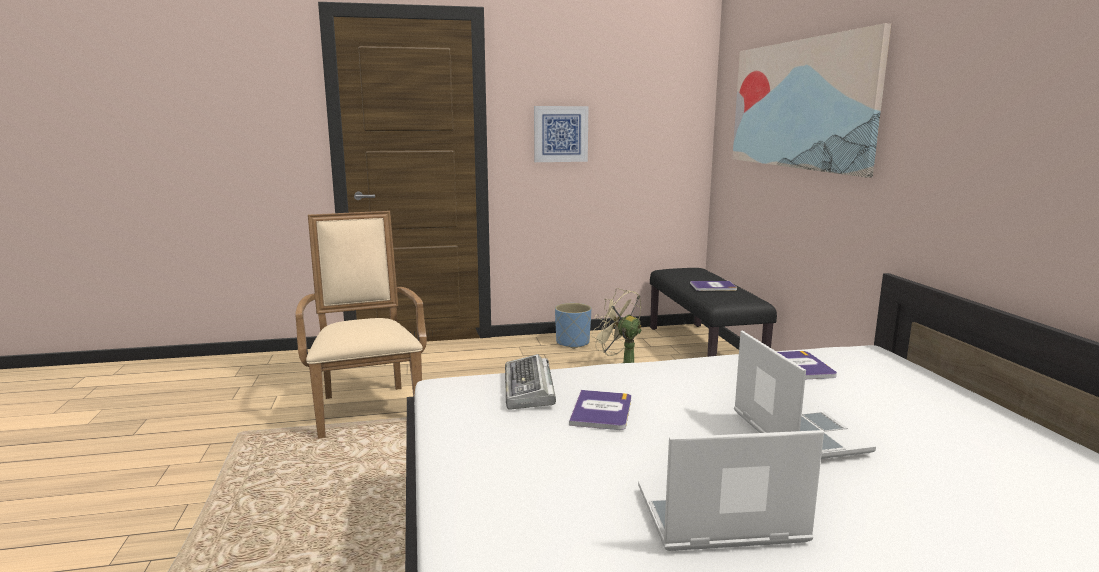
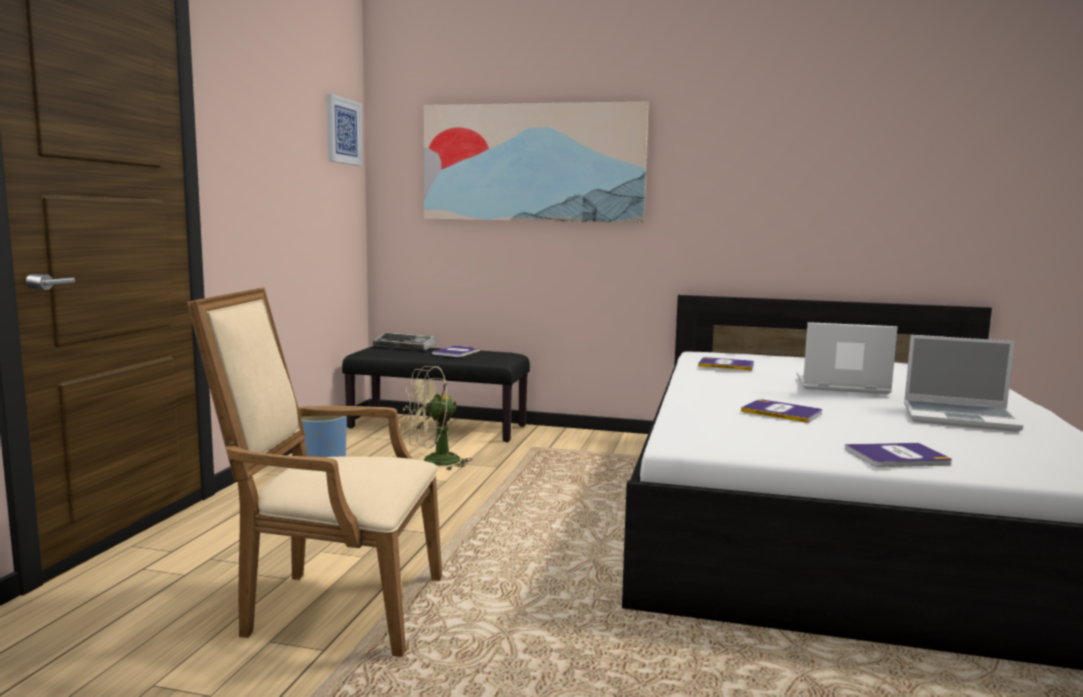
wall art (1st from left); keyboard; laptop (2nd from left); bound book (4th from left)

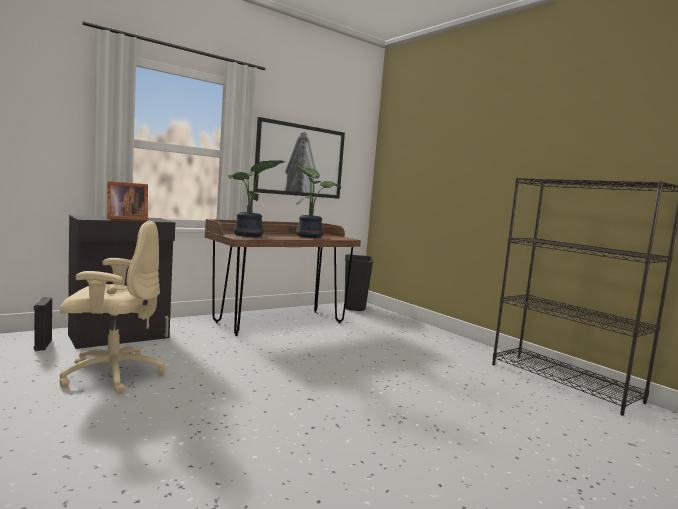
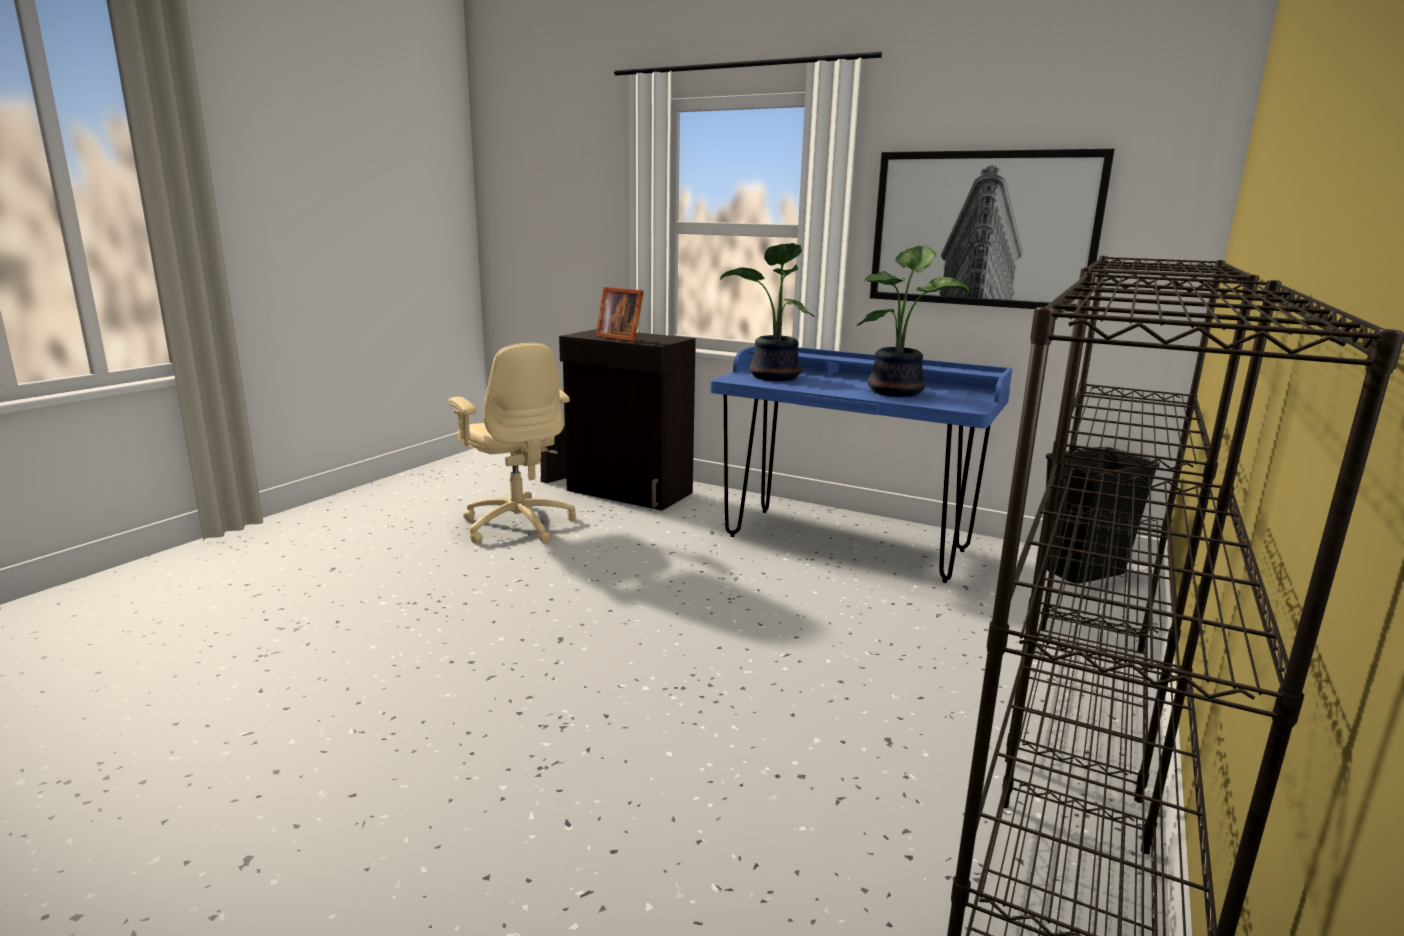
desk (blue-coloured); bookshelf (black-coloured) (1st from left)

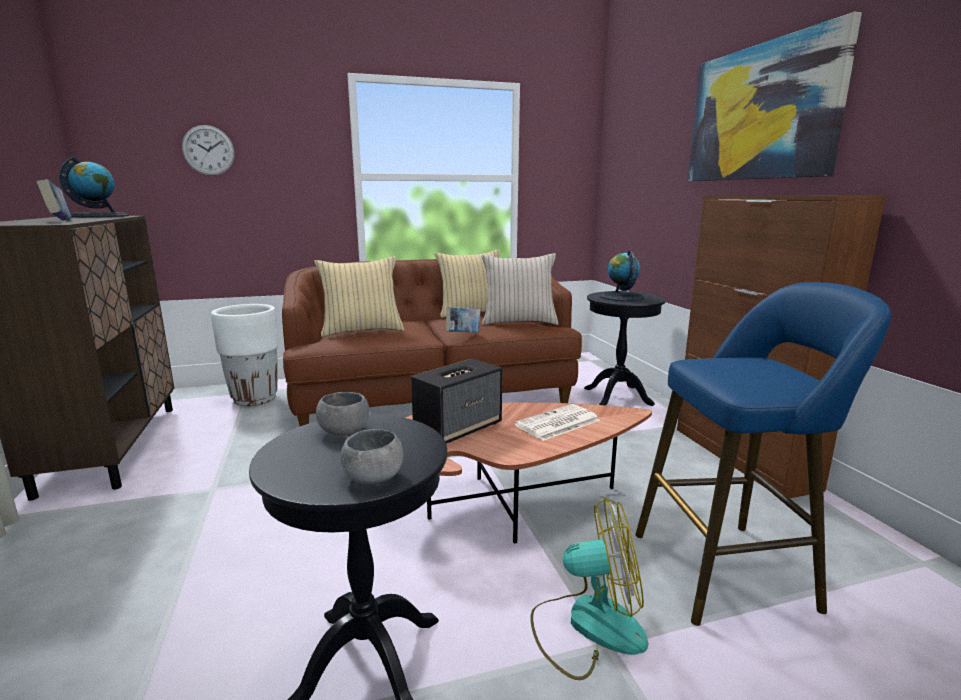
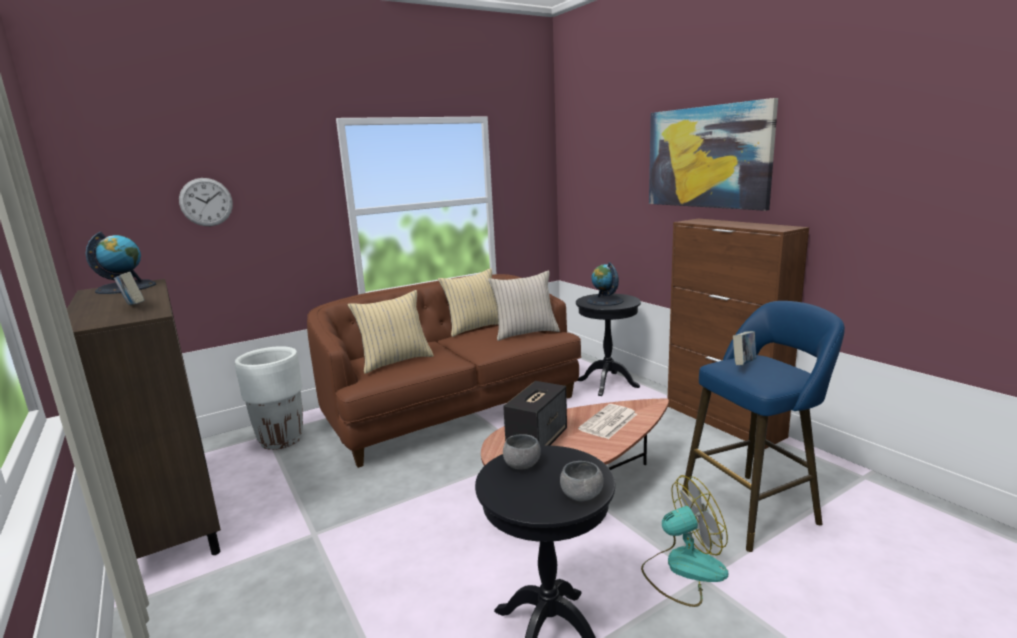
bound book (2nd from left)

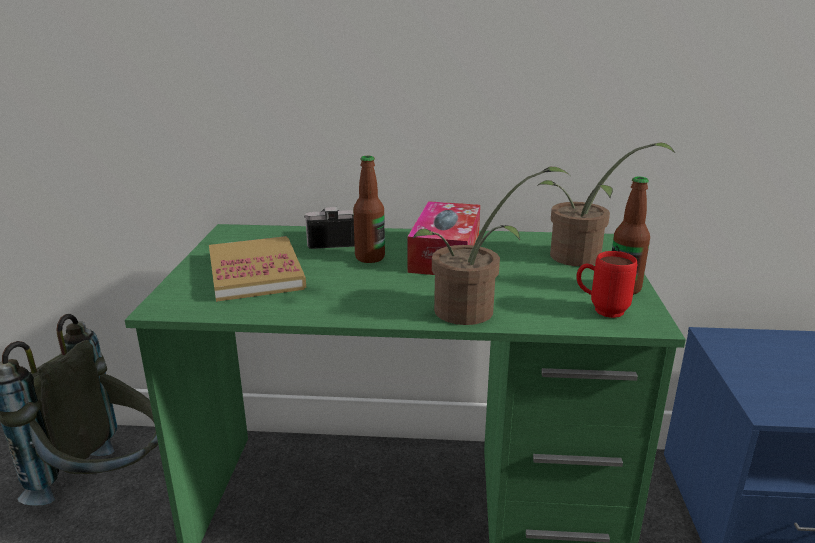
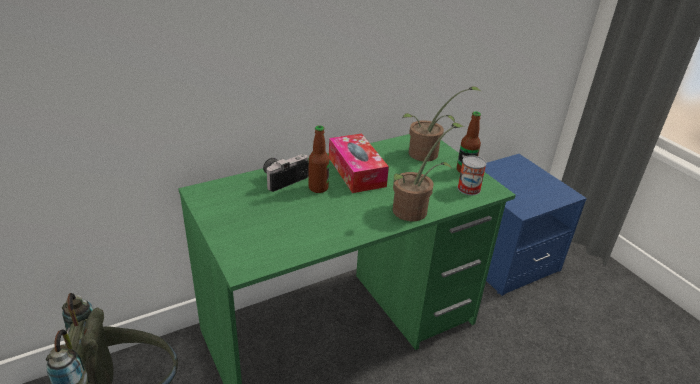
bound book; sealed can

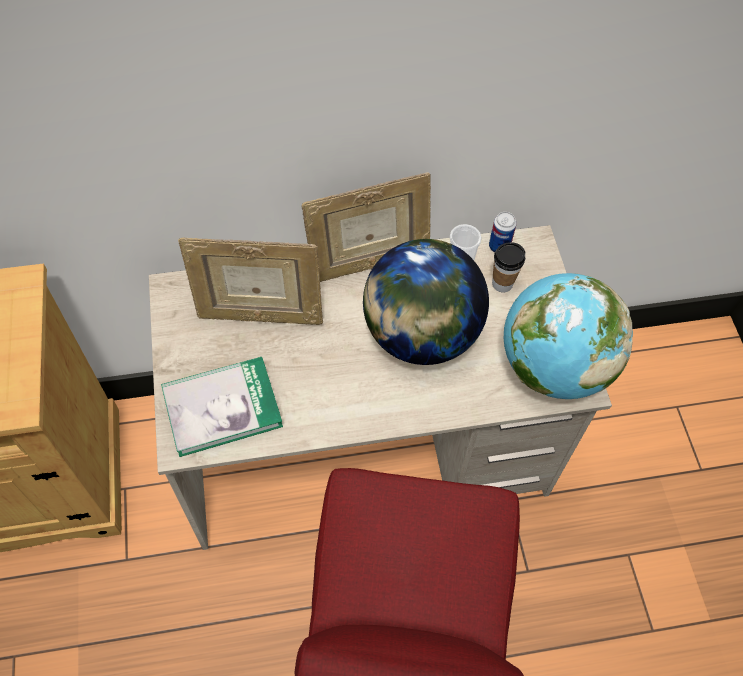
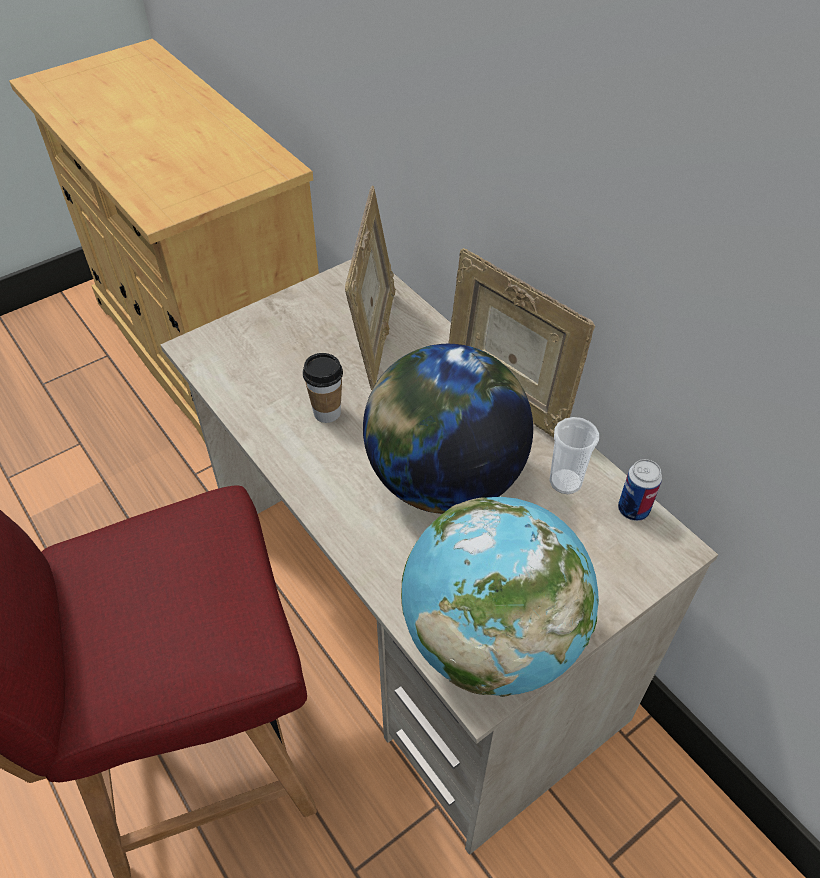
standing frame (1st from left); small cup (1st from left); bound book

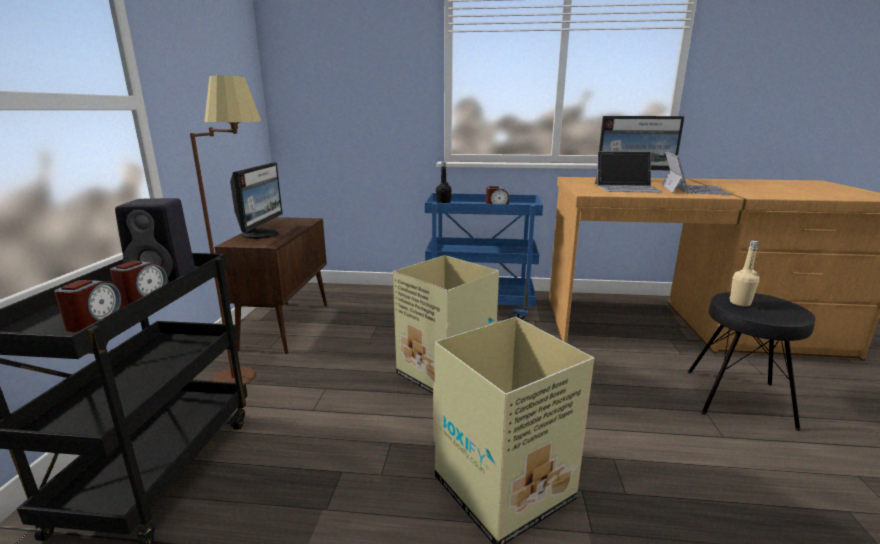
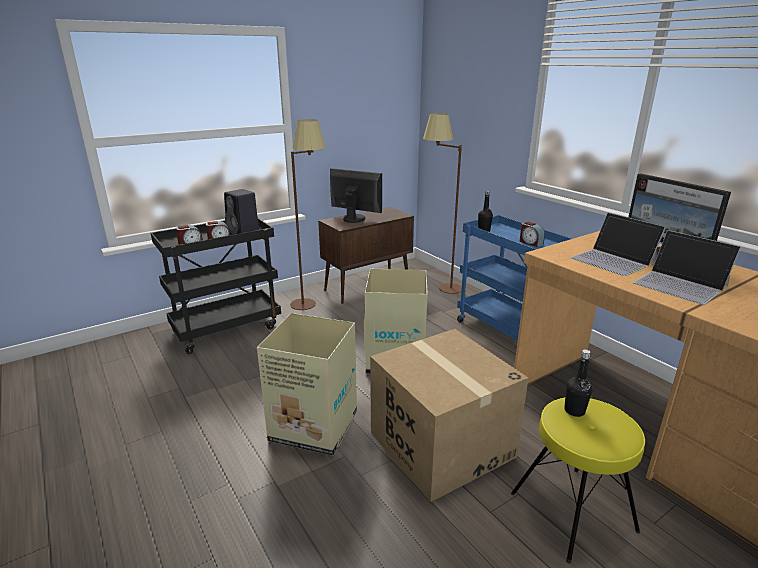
laptop (2nd from left); computer screen (1st from left); beverage bottle (black-coloured) (2nd from left); sitting stool (yellow-coloured); standard lamp (brown) (2nd from left); carton (3rd from left)

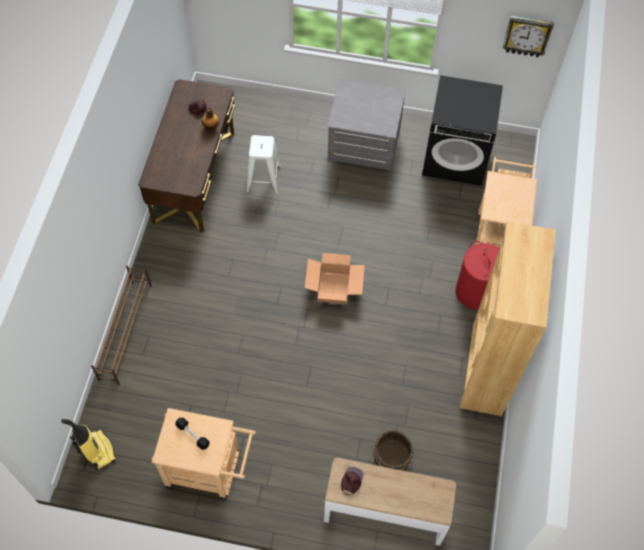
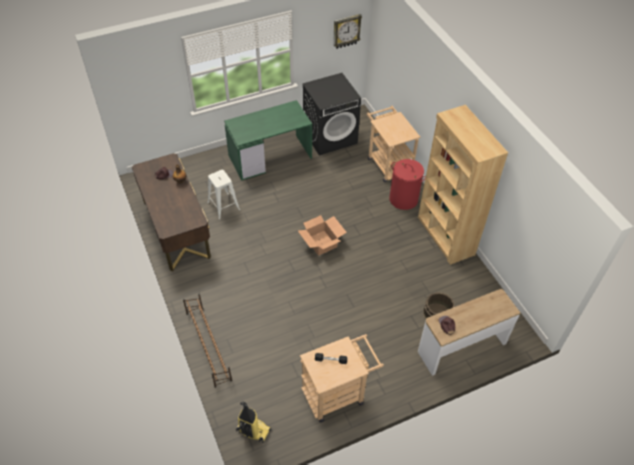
desk (greenish)

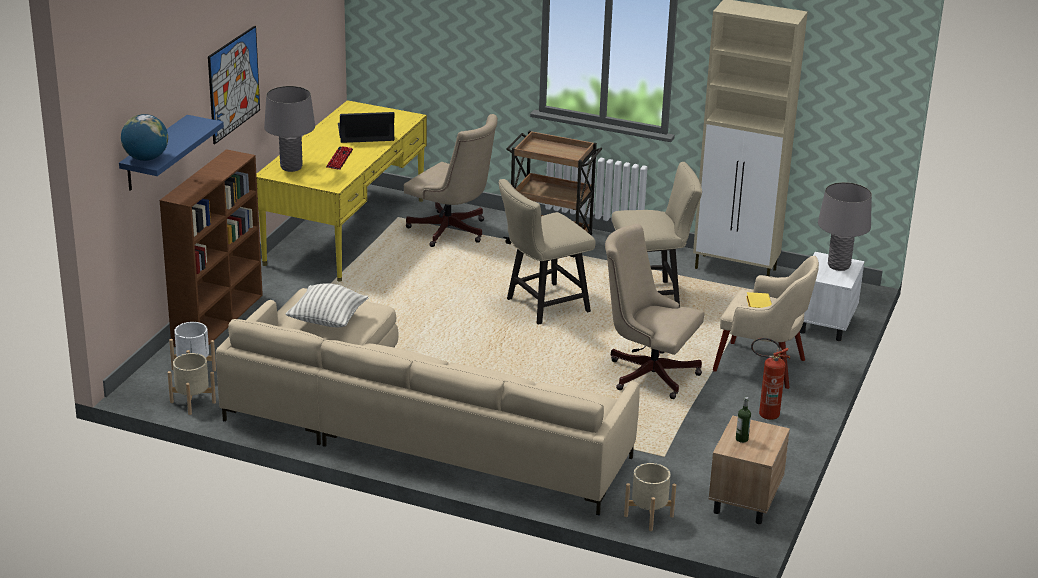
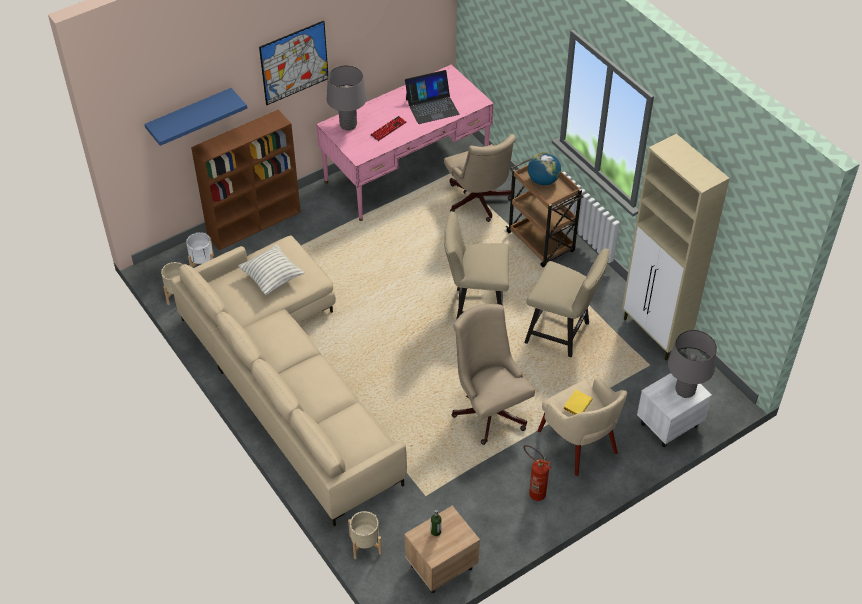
desk (pinkish); laptop; globe

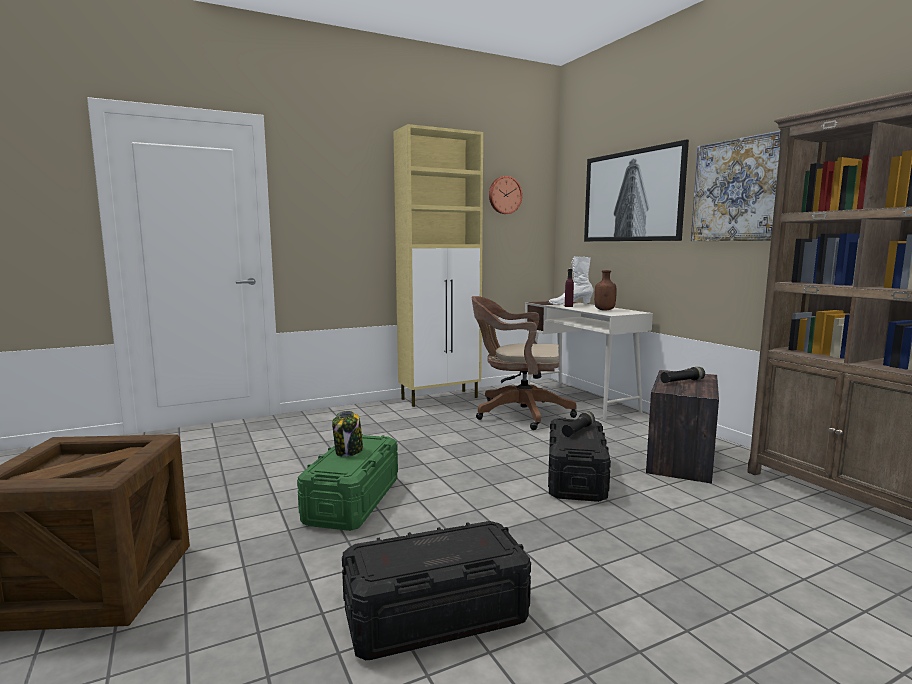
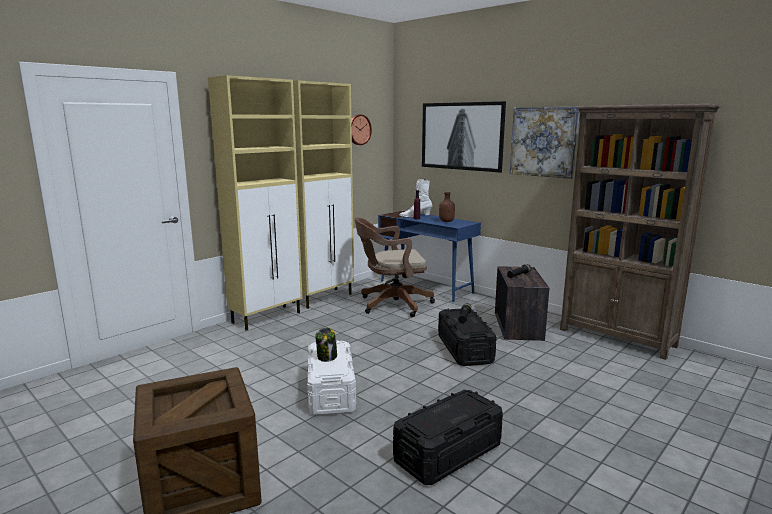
desk (blue-coloured); storage box (white-coloured); cabinet (beige-coloured) (1st from left)

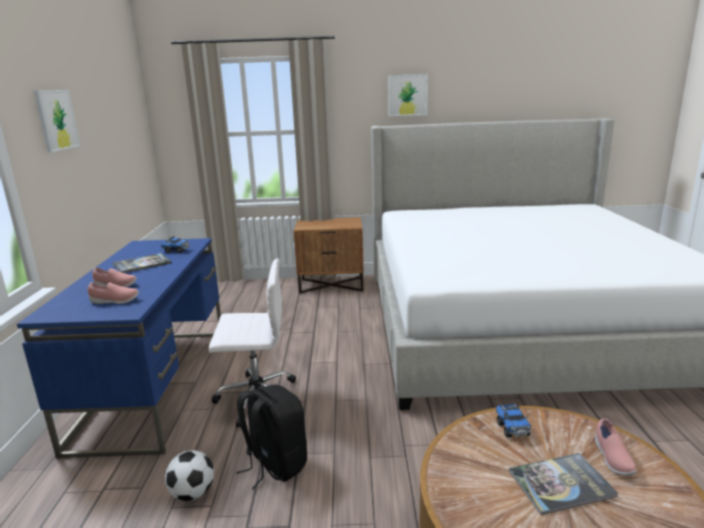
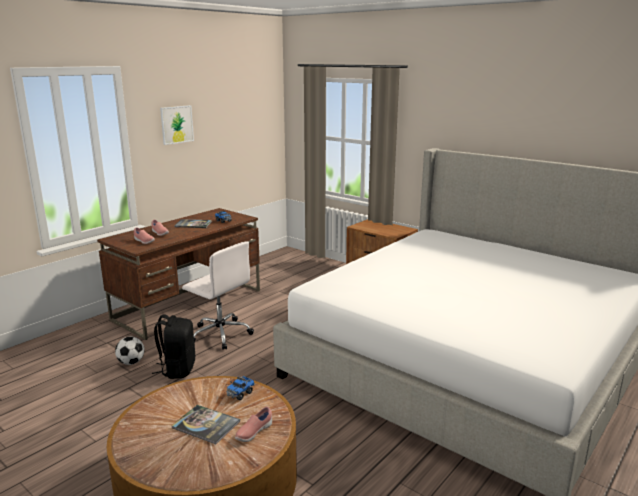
wall art (2nd from left in the first image); desk (brown)

